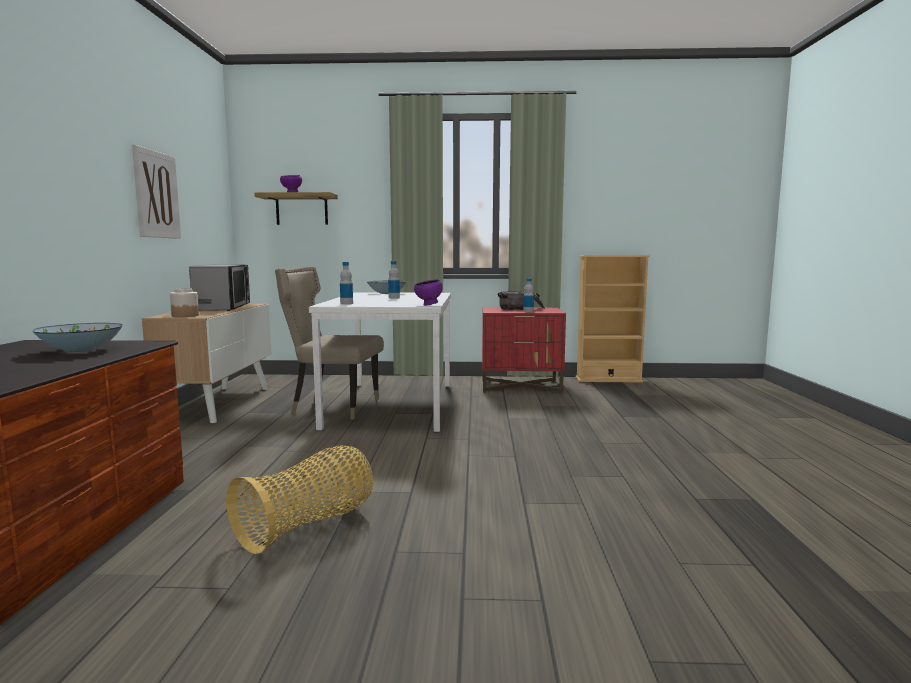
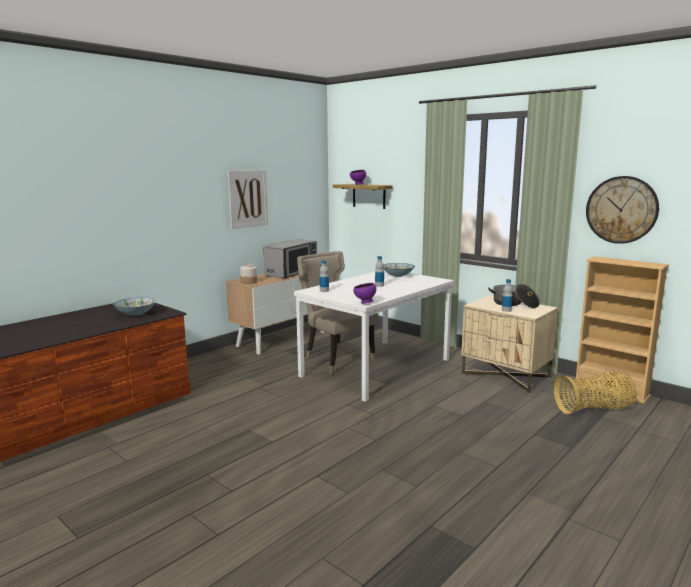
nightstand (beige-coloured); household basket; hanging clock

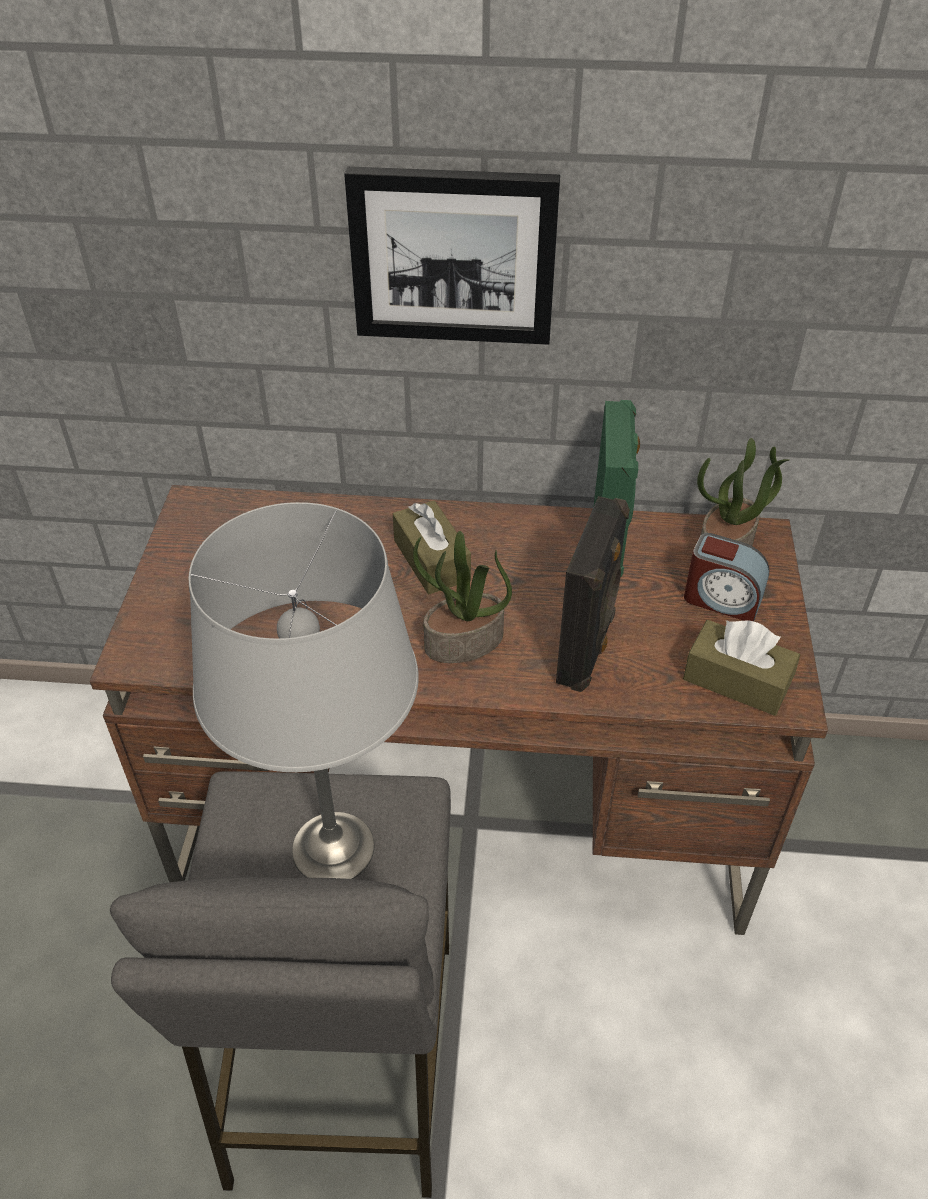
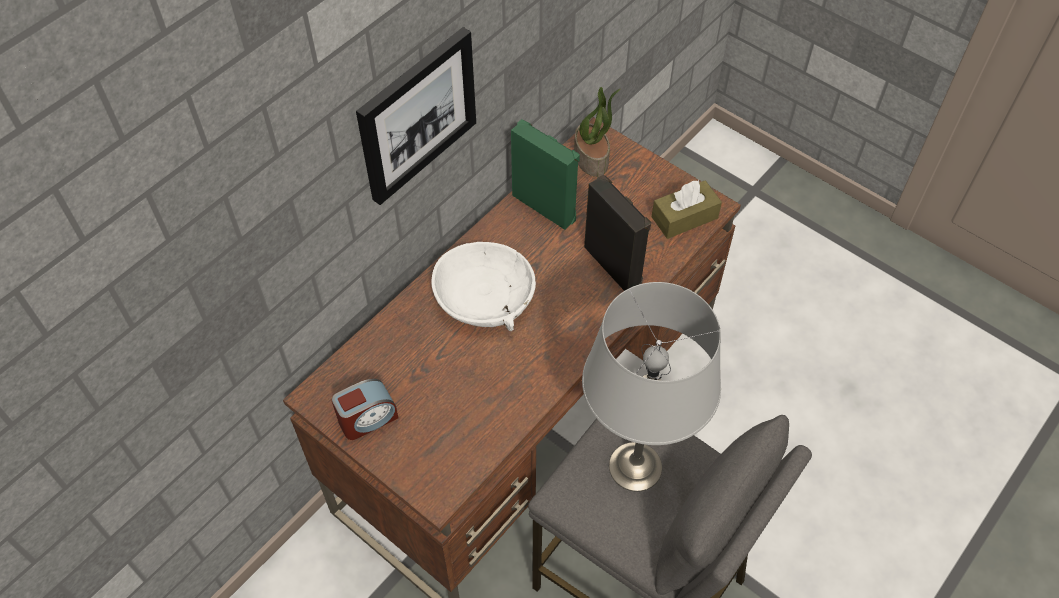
deep dish (white-coloured); plant in a pot (1st from left in the first image); alarm clock

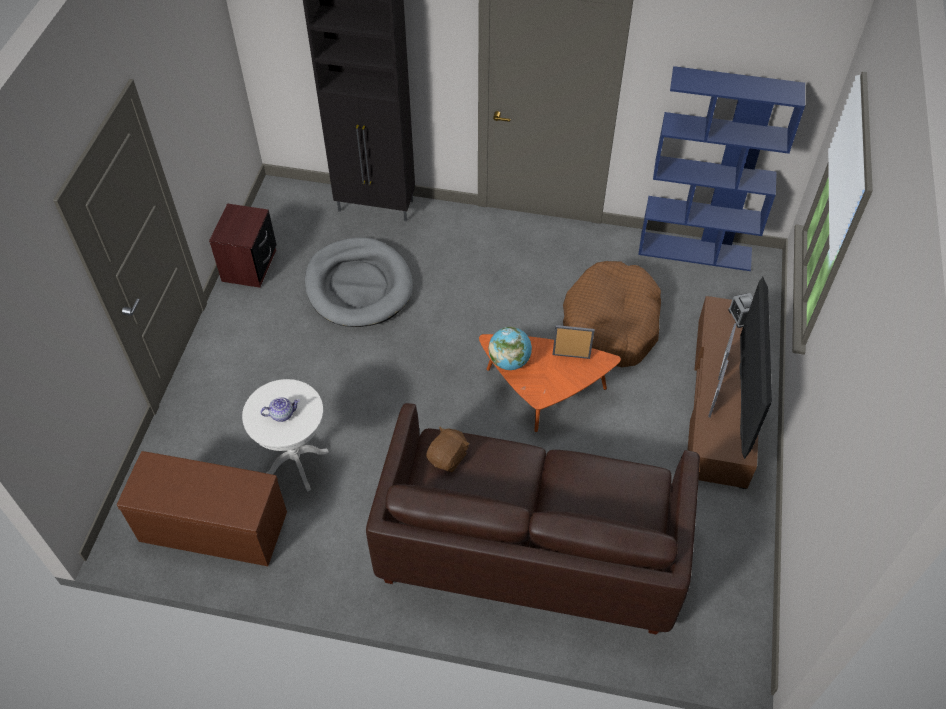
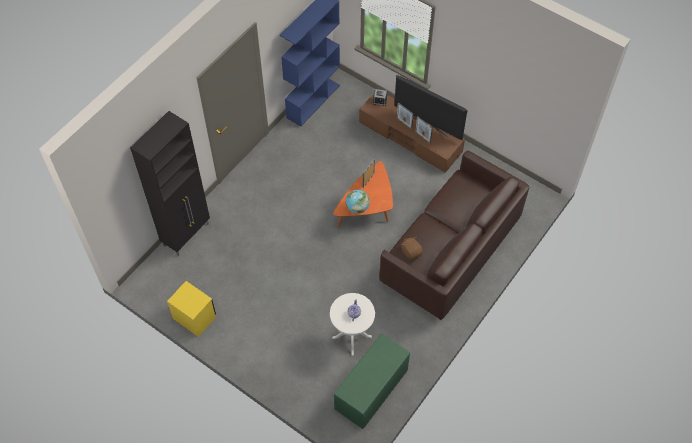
nightstand (yellow-coloured); pet bed (gray); pet bed (brown); long seat (greenish)

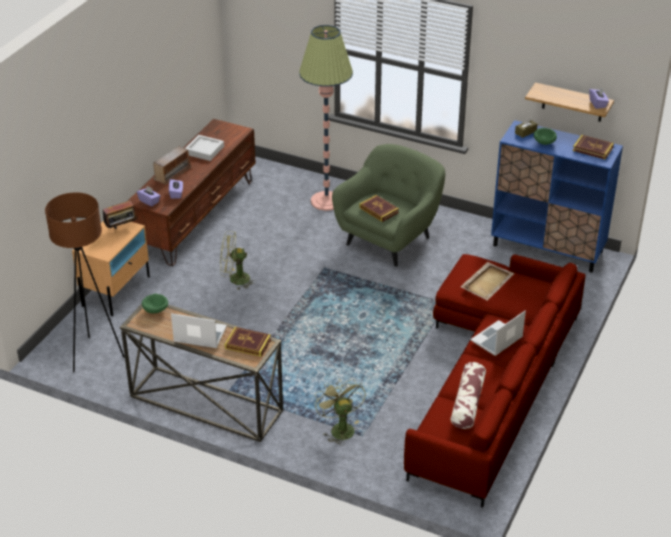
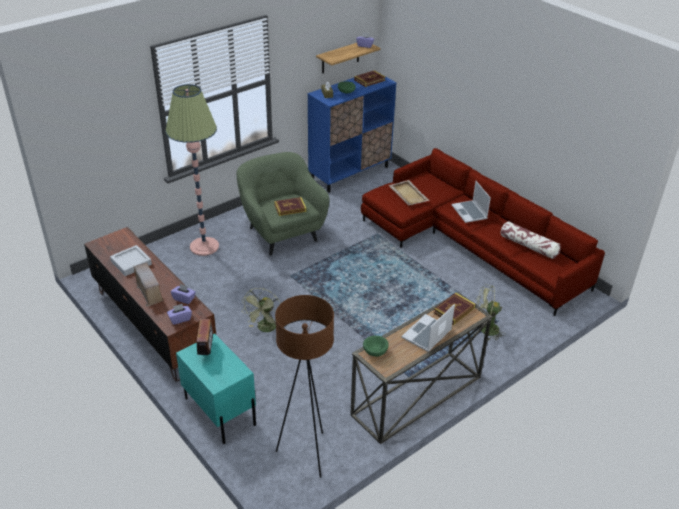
nightstand (blue-green)

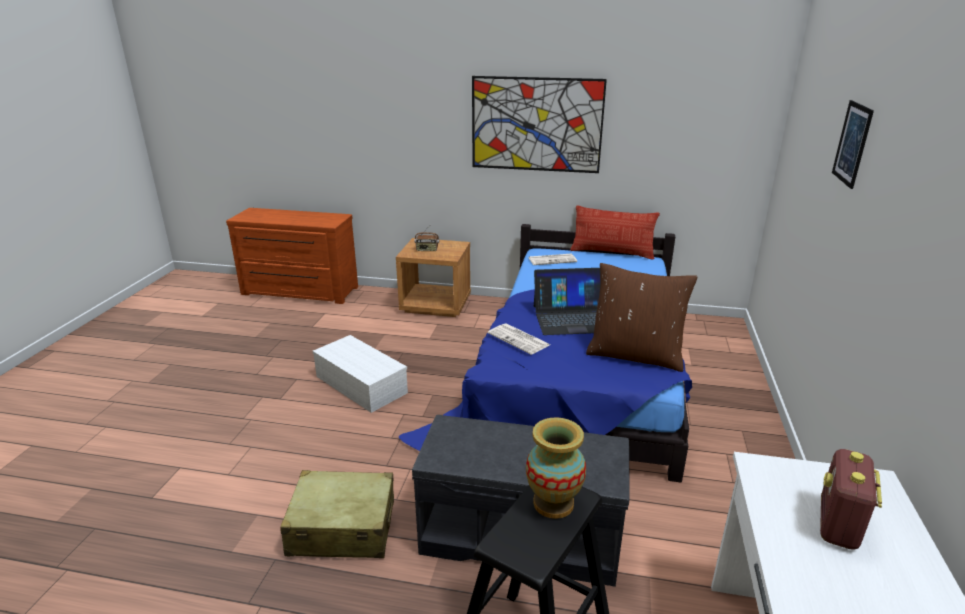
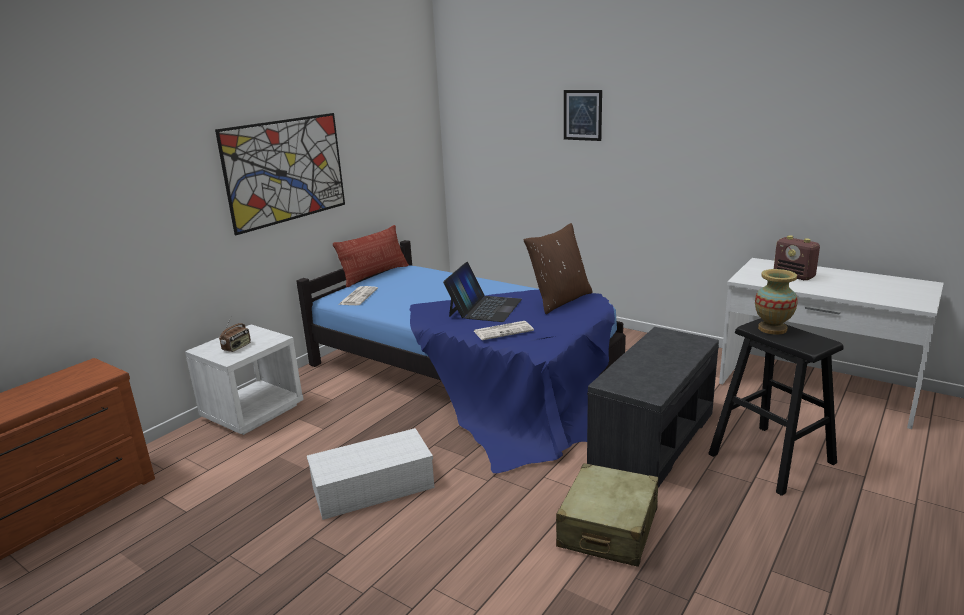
nightstand (white-coloured)

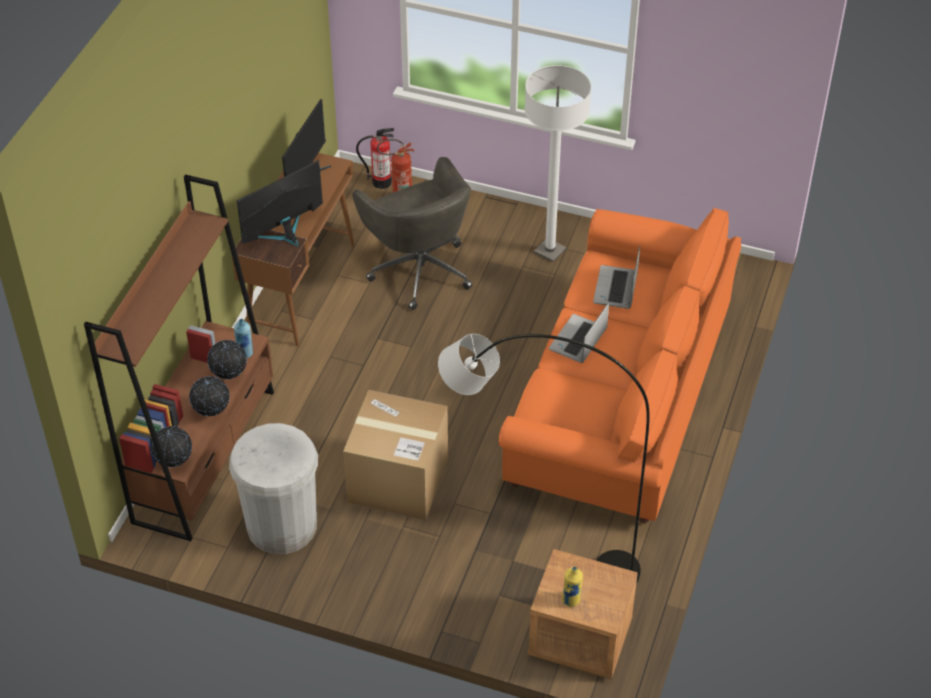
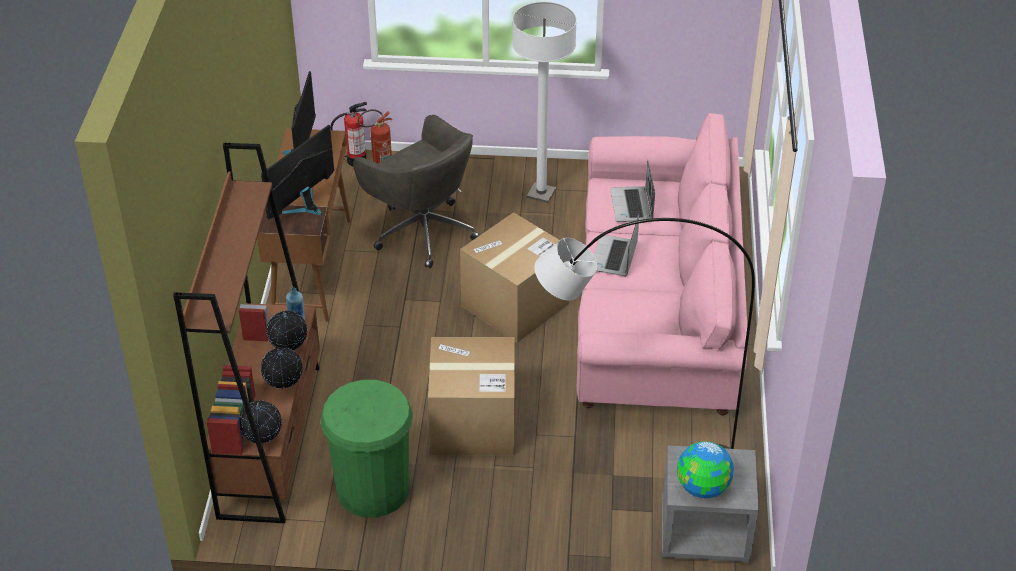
couch (pinkish); trash can (greenish); nightstand (gray); globe (4th from left); carton (2nd from left)

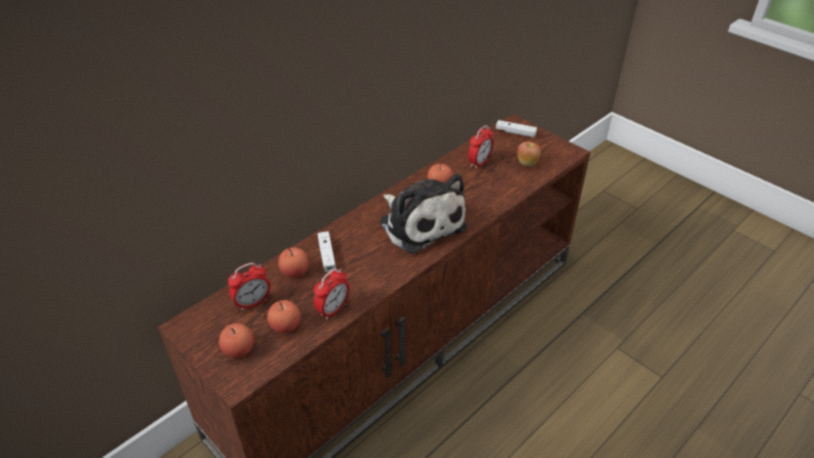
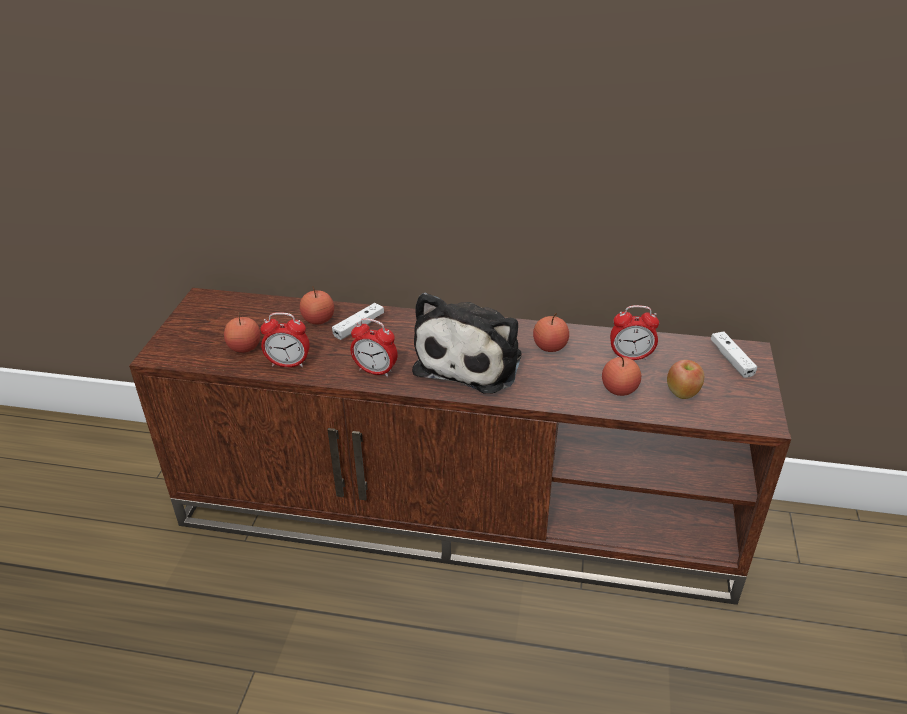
alarm clock (2nd from left); whole apple (4th from left)

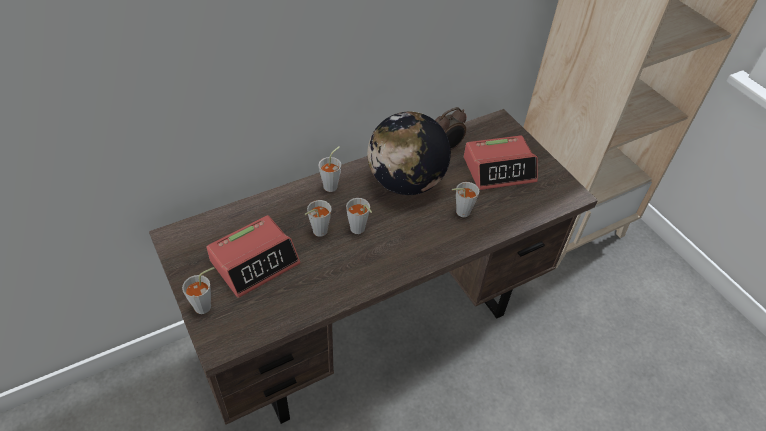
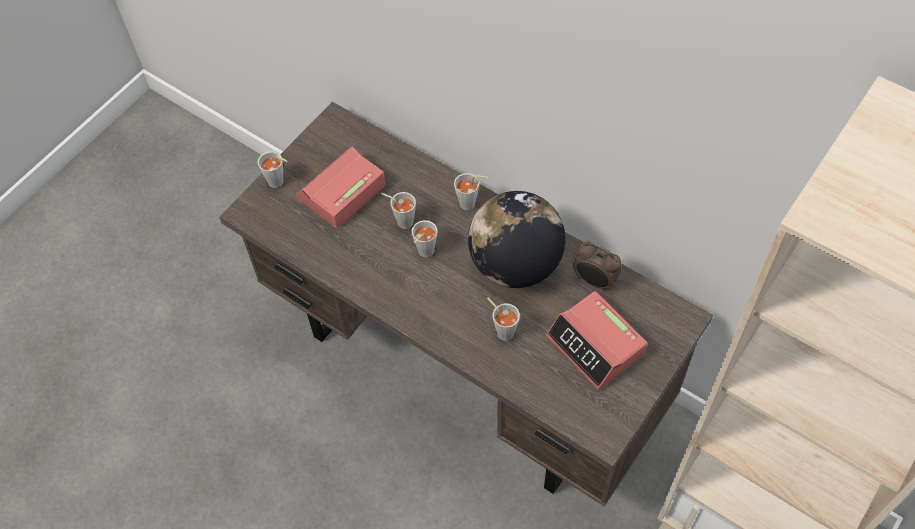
alarm clock (1st from left)

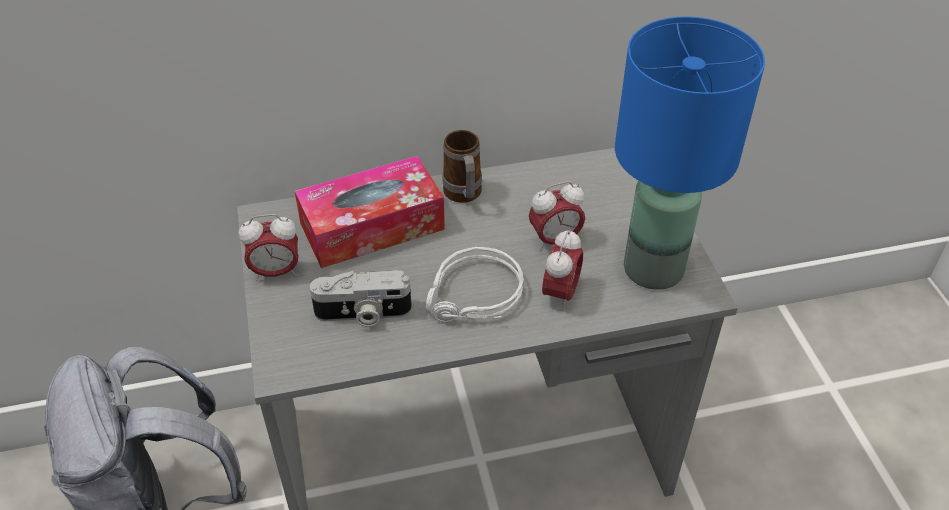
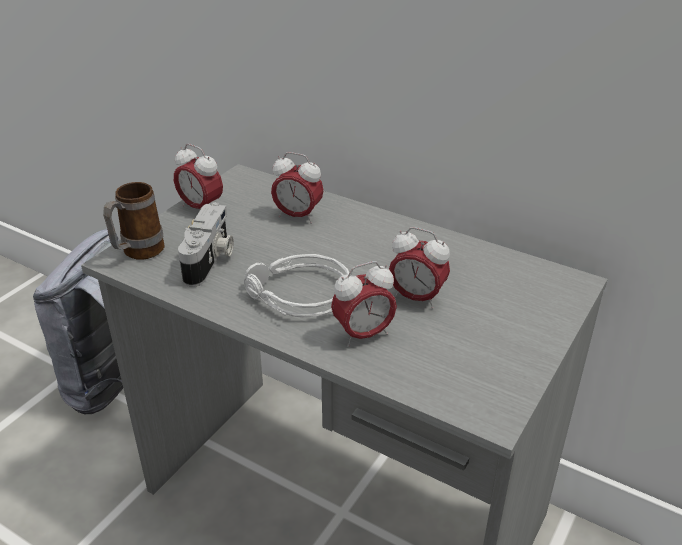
lamp for a table (blue-coloured); mug; alarm clock (2nd from left); photo camera

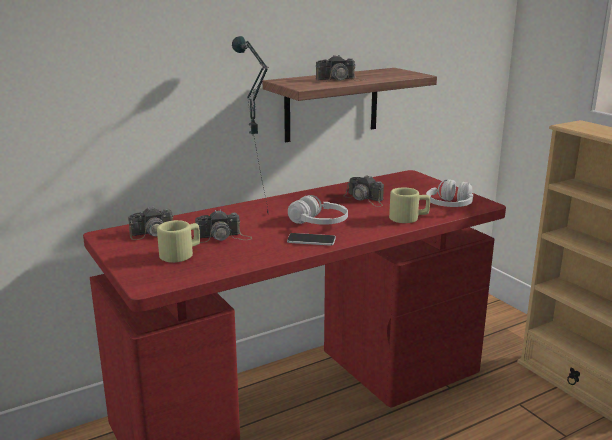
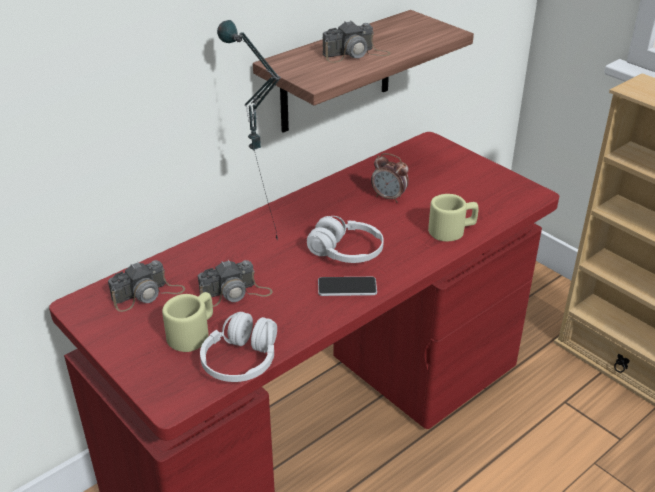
alarm clock; headset (white-coloured) (1st from left)

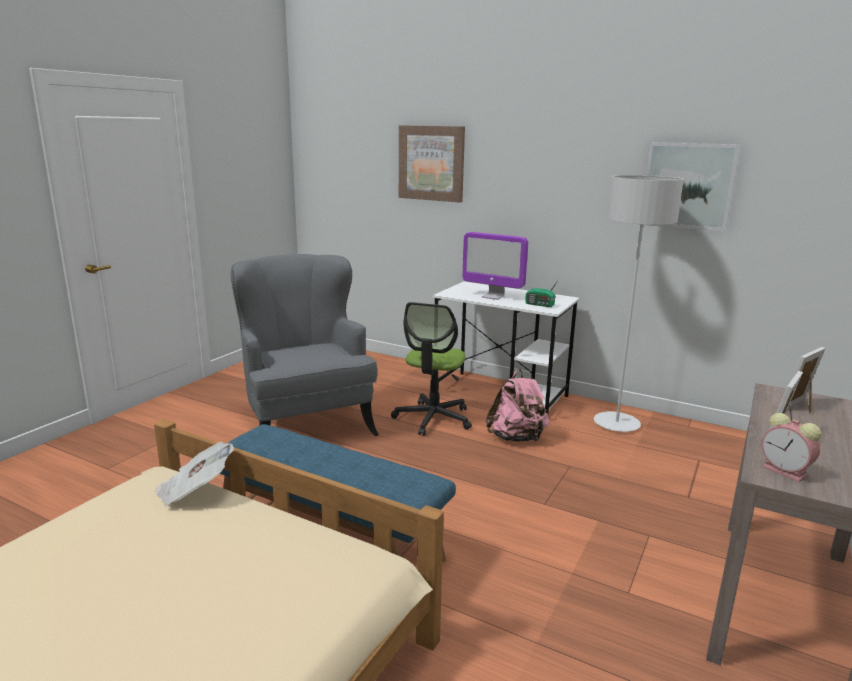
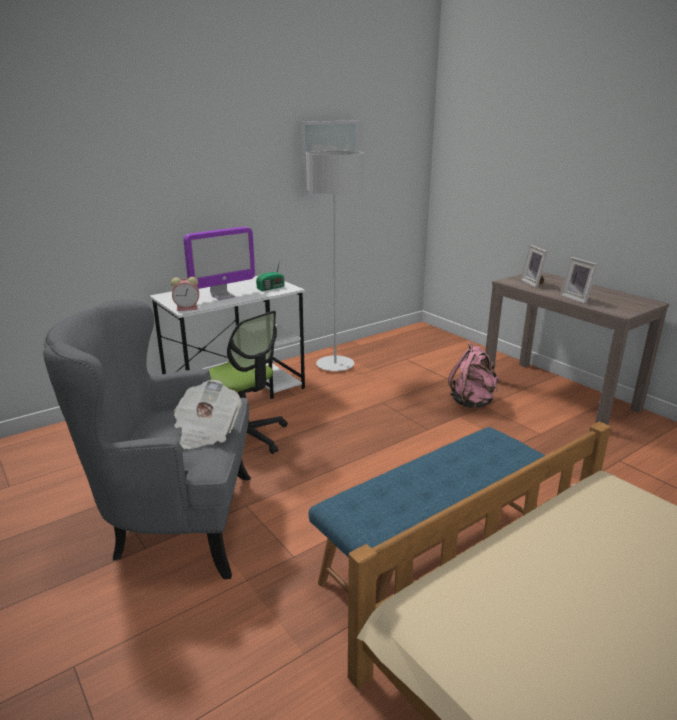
wall art (1st from left in the first image); rucksack (pinkish); alarm clock; newspaper

